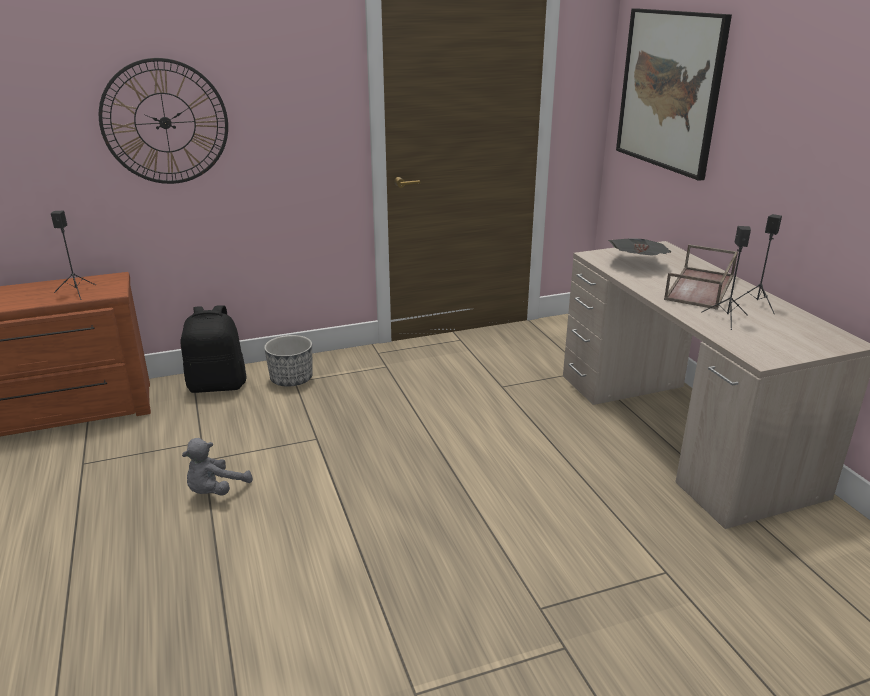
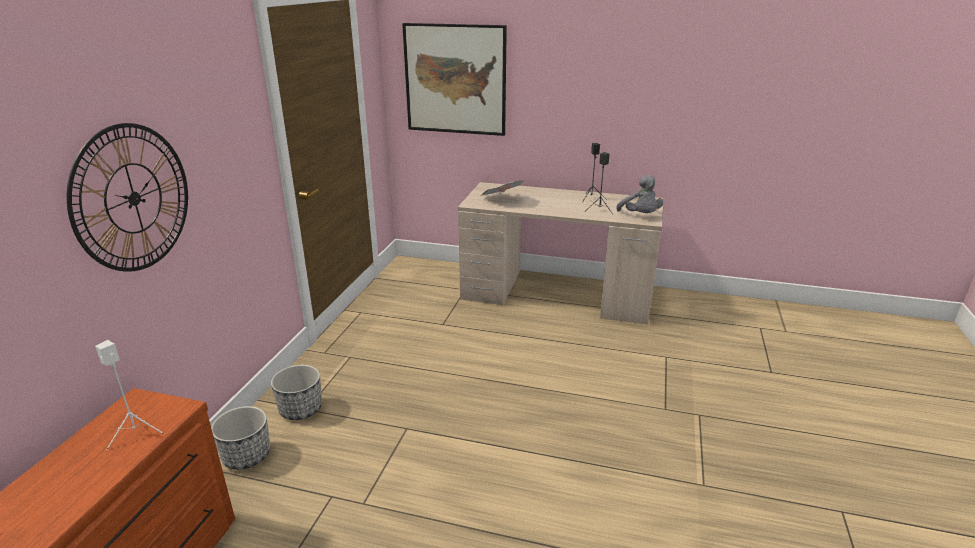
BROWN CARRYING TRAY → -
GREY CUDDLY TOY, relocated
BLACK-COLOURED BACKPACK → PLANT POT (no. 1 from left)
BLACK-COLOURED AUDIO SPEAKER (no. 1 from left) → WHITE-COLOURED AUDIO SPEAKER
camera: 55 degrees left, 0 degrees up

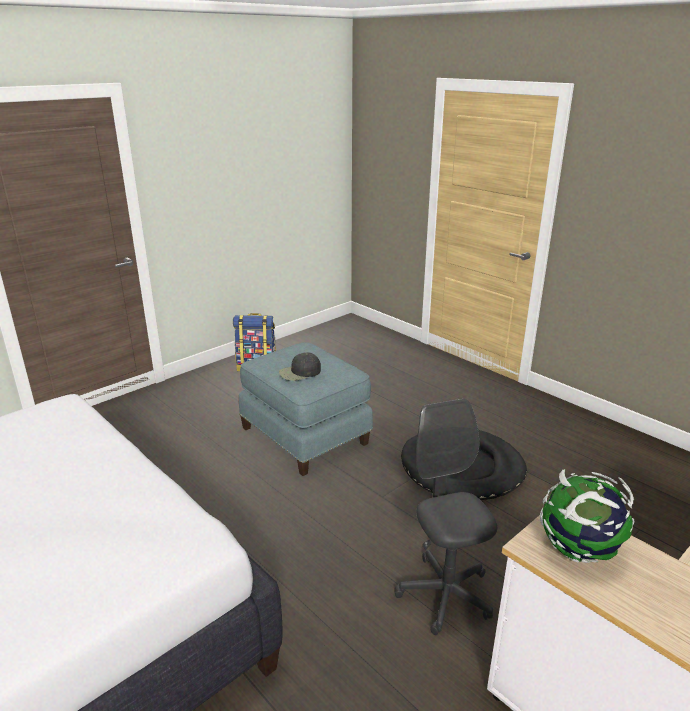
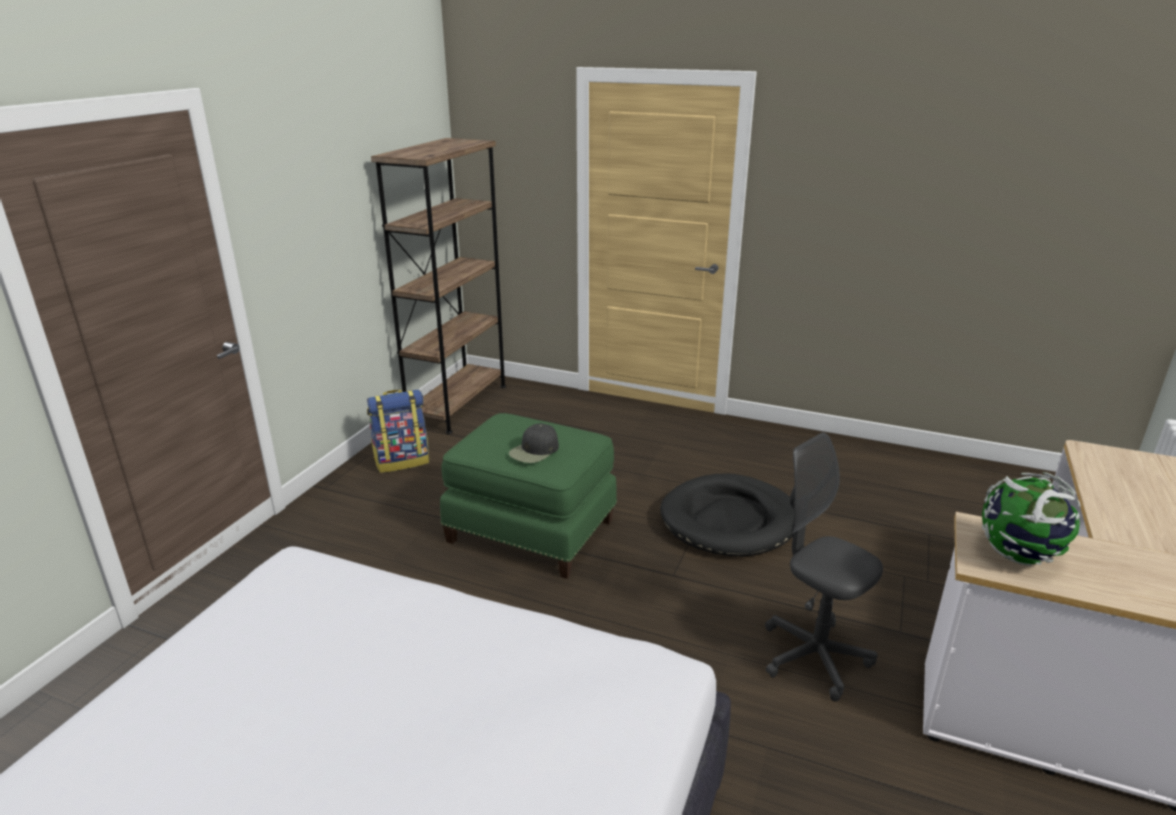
- → BROWN BOOKCASE
BLUISH FOOTREST → GREEN FOOTREST
camera: 25 degrees left, 0 degrees up

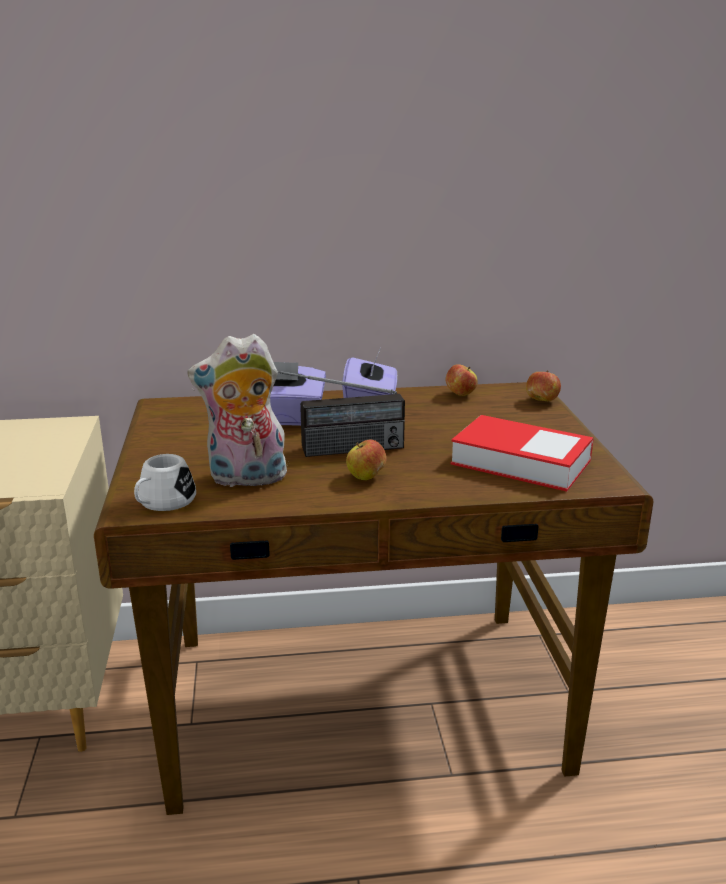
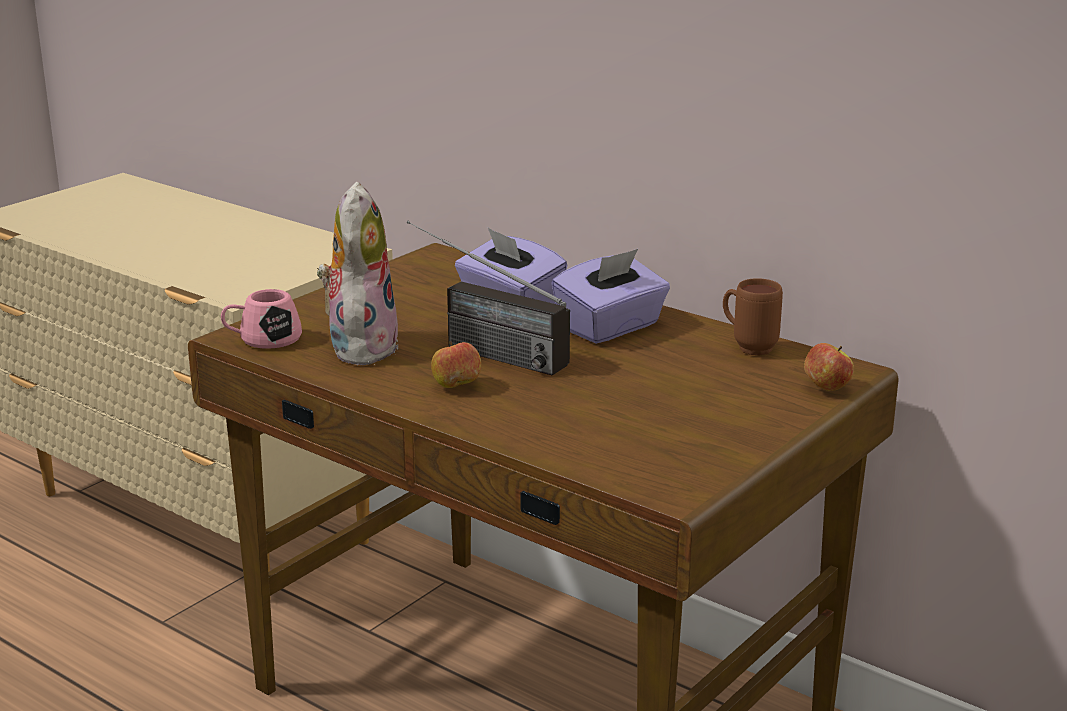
BOUND BOOK → -
APPLE FRUIT (no. 2 from left) → BROWN MUG
WHITE-COLOURED MUG → PINK-COLOURED MUG
CUDDLY TOY, 60 degrees clockwise
camera: 45 degrees right, 0 degrees up

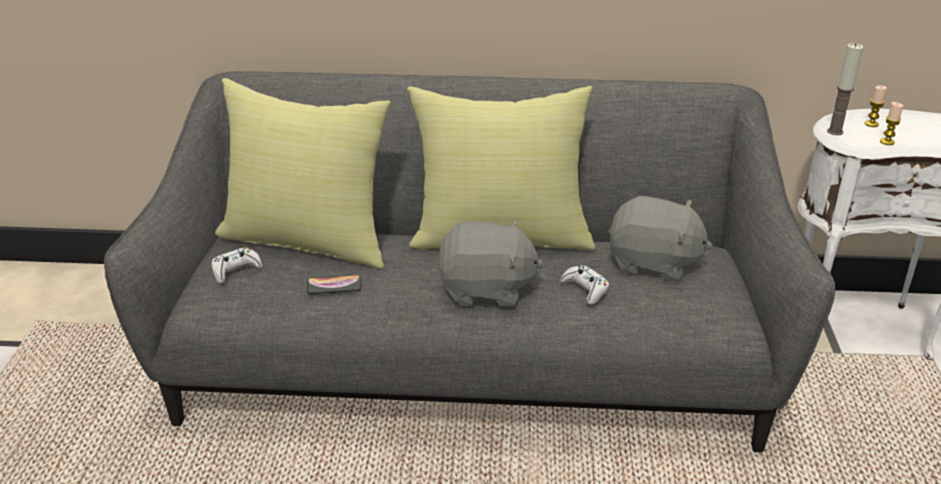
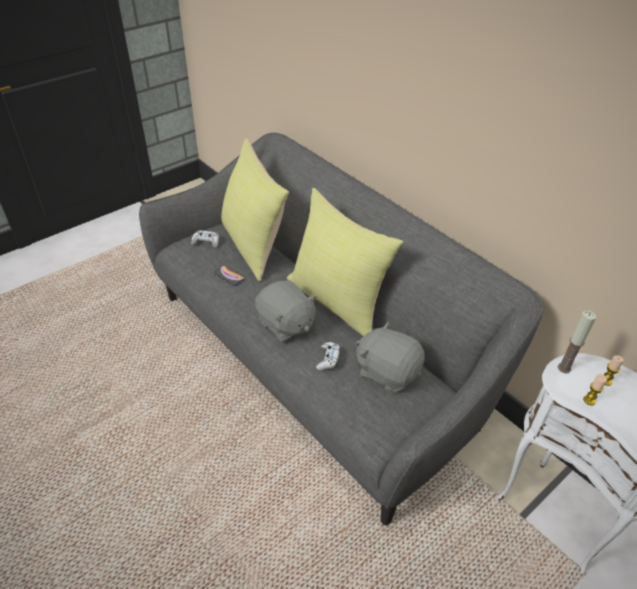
GREY CUDDLY TOY (no. 2 from left), 150 degrees clockwise
camera: 45 degrees right, 10 degrees up

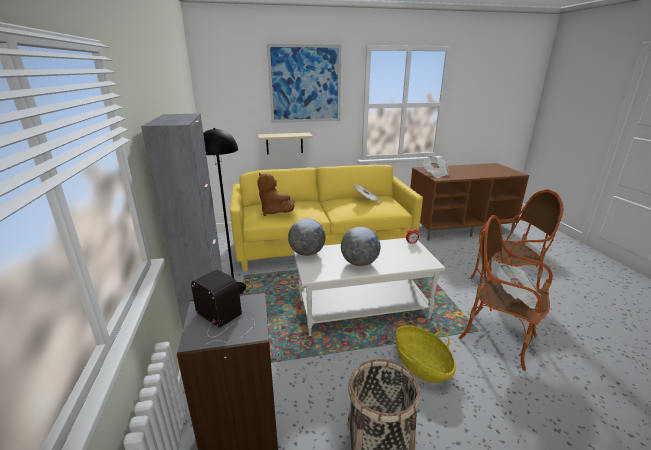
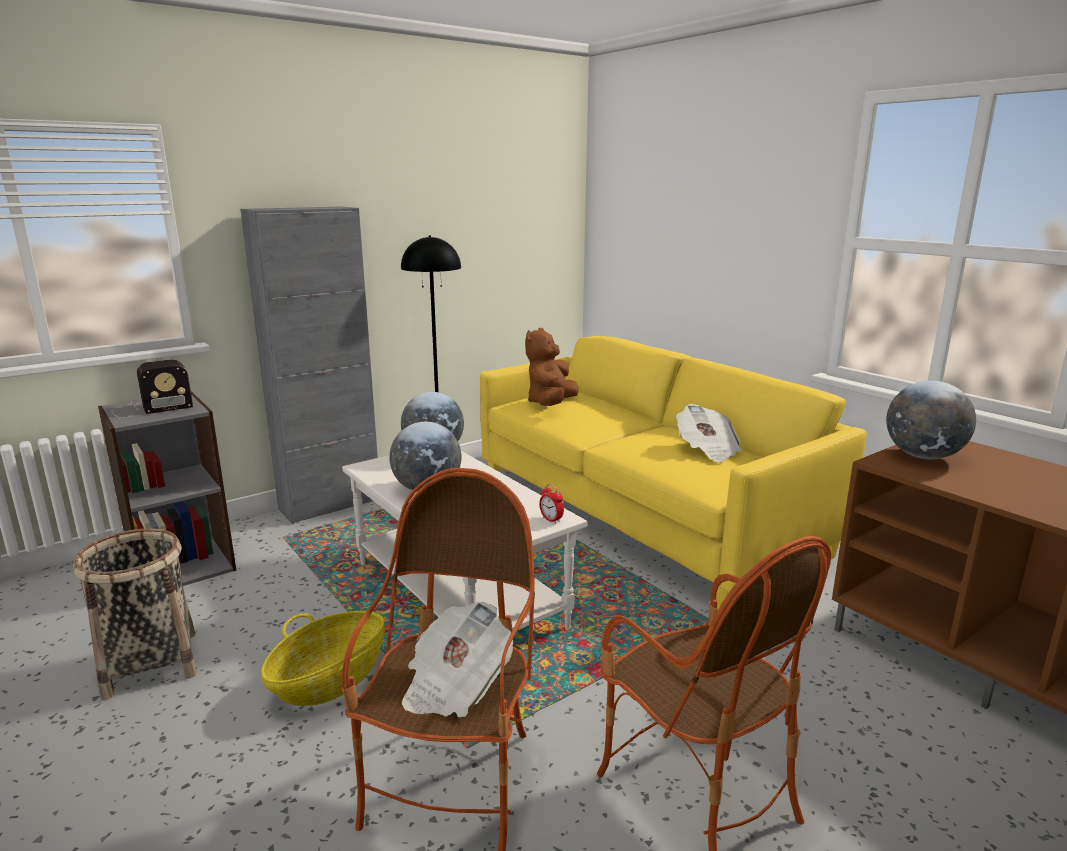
BEIGE BRACKET SHELF → -
PICTURE → -
PRINTED PAPER (no. 2 from left) → WORLD GLOBE (no. 3 from left)
RADIO SET, 45 degrees clockwise
camera: 65 degrees right, 5 degrees down

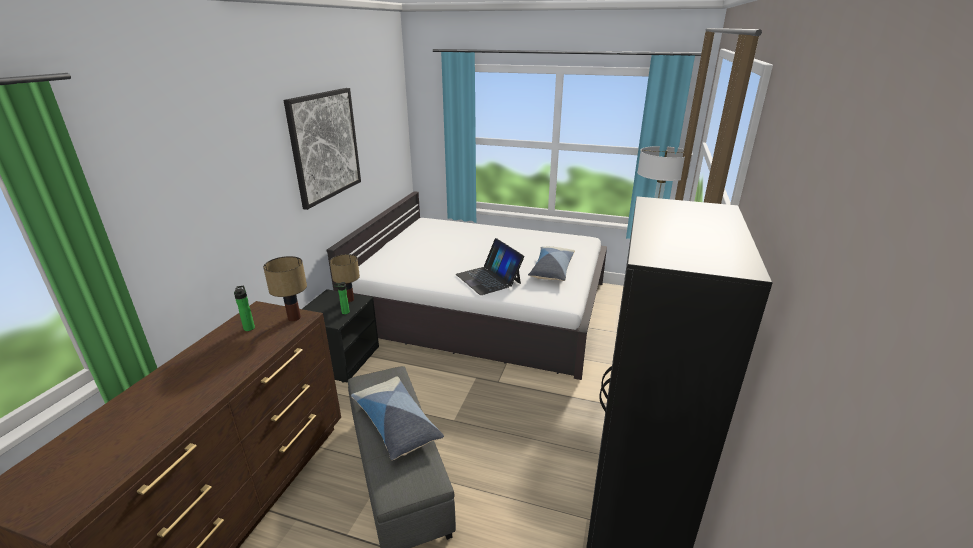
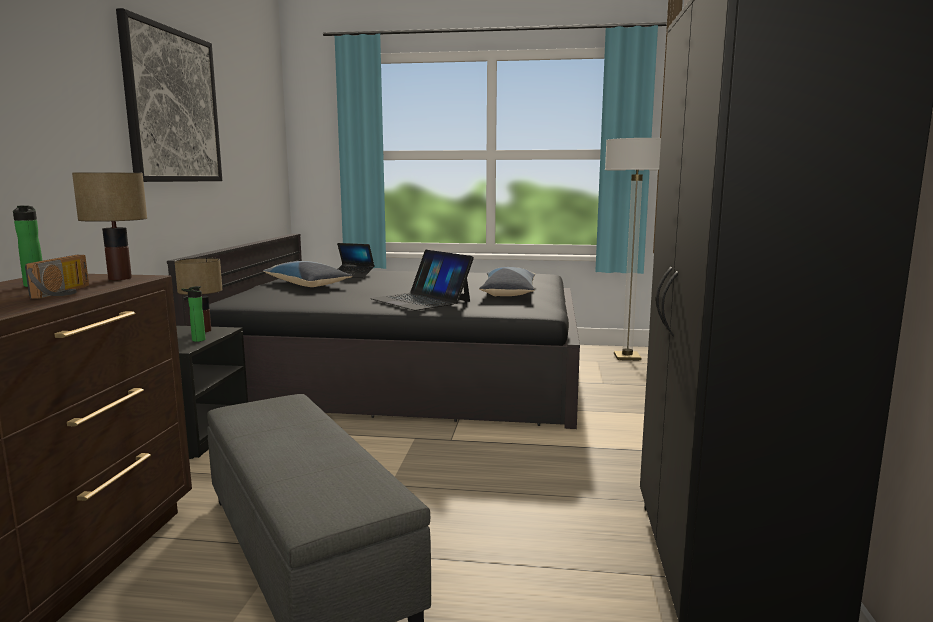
- → RADIO SET
- → NOTEBOOK COMPUTER (no. 1 from left)
PILLOW (no. 1 from left), relocated
WHITE-COLOURED SLEEPING BED → BLACK-COLOURED SLEEPING BED
camera: 10 degrees left, 15 degrees down

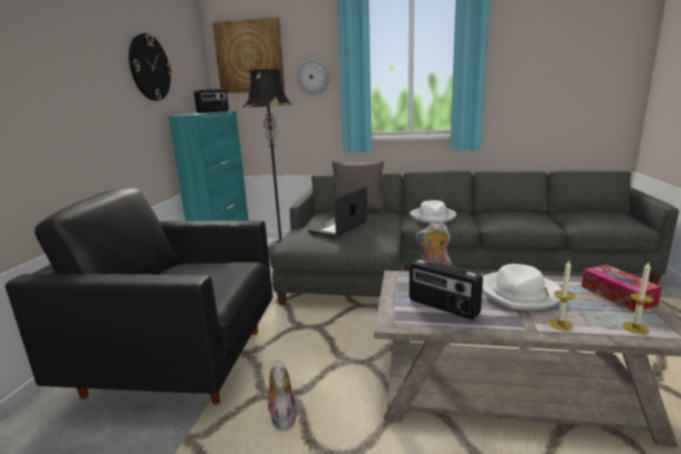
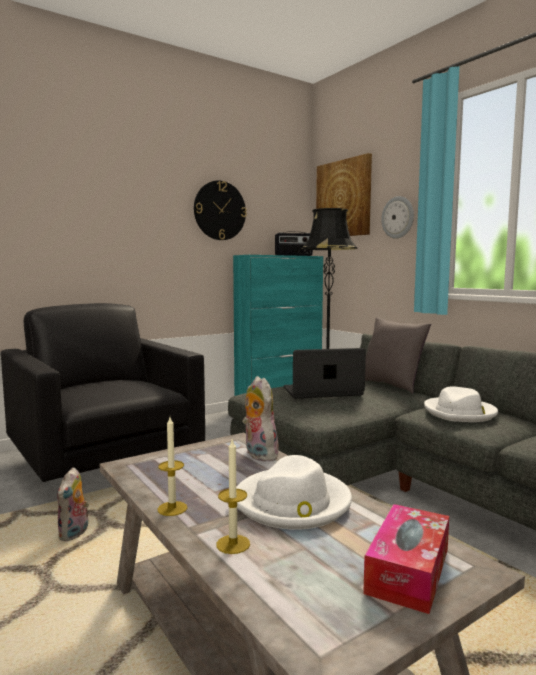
RADIO SET (no. 2 from left) → -
WAX LIGHT (no. 2 from left in the first image) → WAX LIGHT (no. 1 from left), relocated
CUDDLY TOY (no. 1 from left), 150 degrees clockwise
camera: 45 degrees right, 10 degrees down

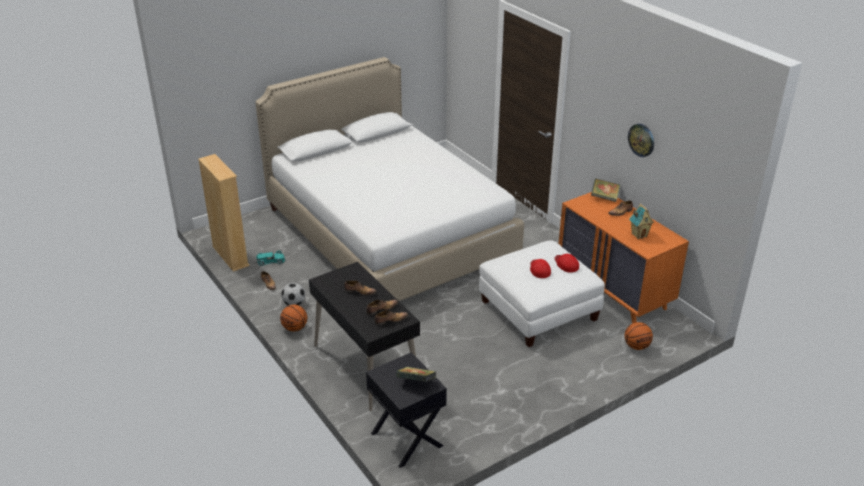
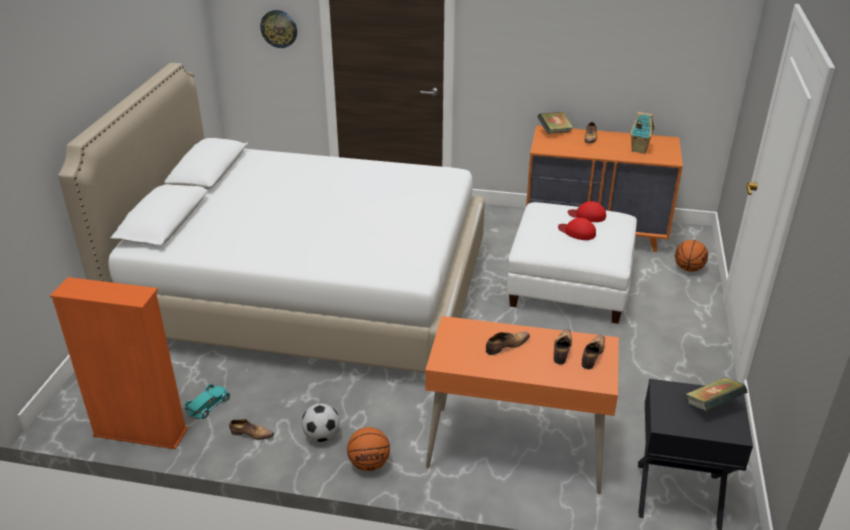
WALL CLOCK, relocated
BEIGE BOOKCASE → ORANGEY BOOKCASE
BLACK-COLOURED DESK TABLE → ORANGEY DESK TABLE
camera: 45 degrees left, 0 degrees up

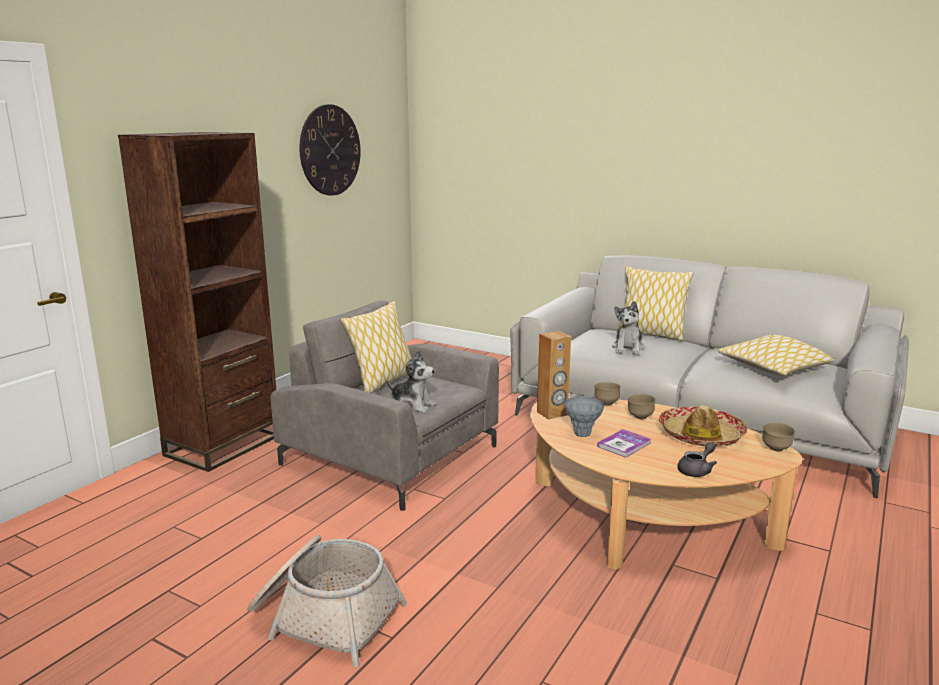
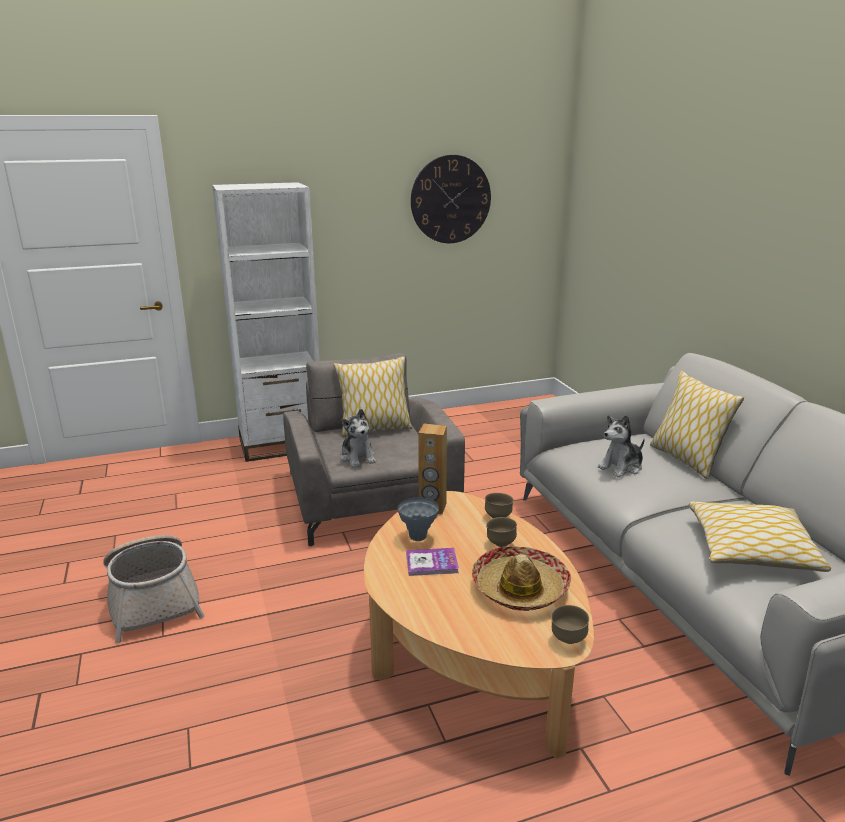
GREY TEA POT → -
BROWN BOOKCASE → WHITE-COLOURED BOOKCASE
camera: 40 degrees right, 5 degrees up

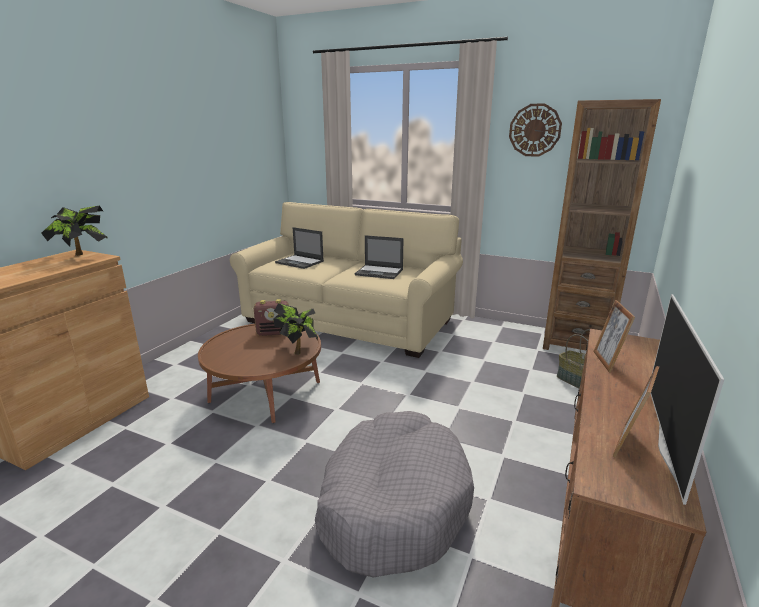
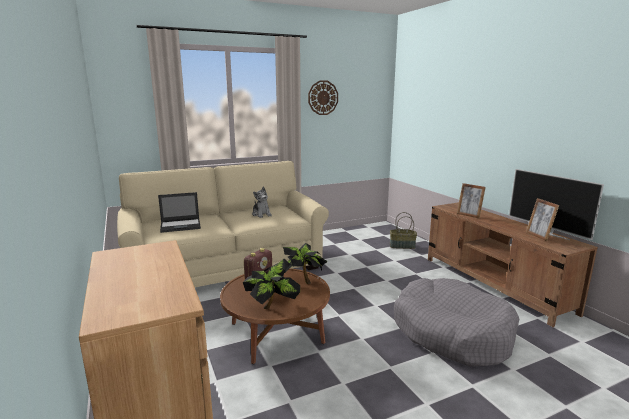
BROWN BOOKCASE → -
HOUSEPLANT (no. 1 from left), relocated
NOTEBOOK COMPUTER (no. 2 from left) → CUDDLY TOY
camera: 50 degrees left, 5 degrees down

